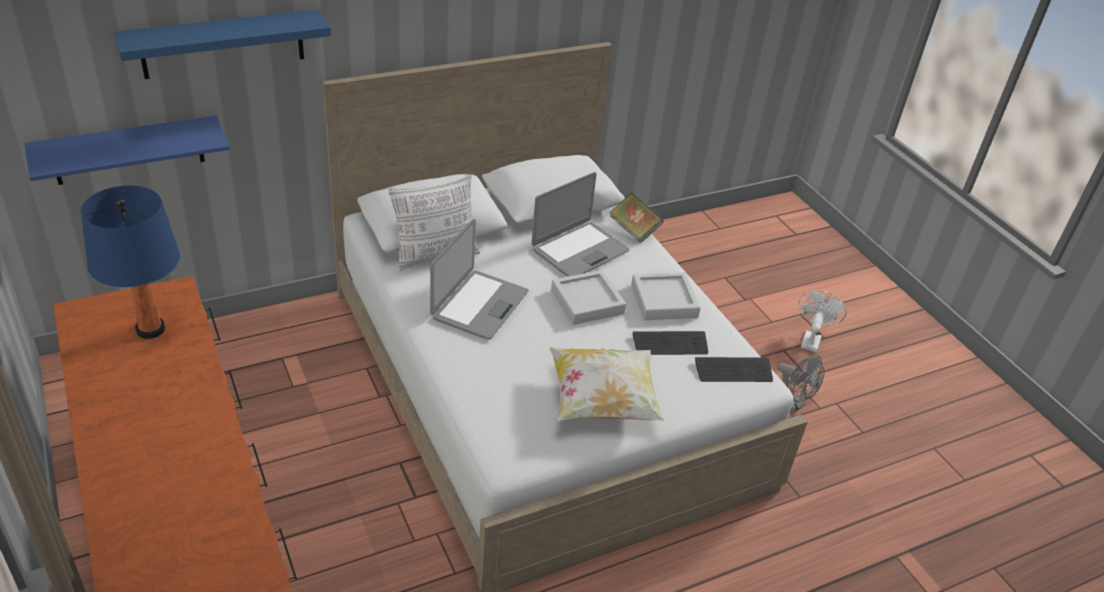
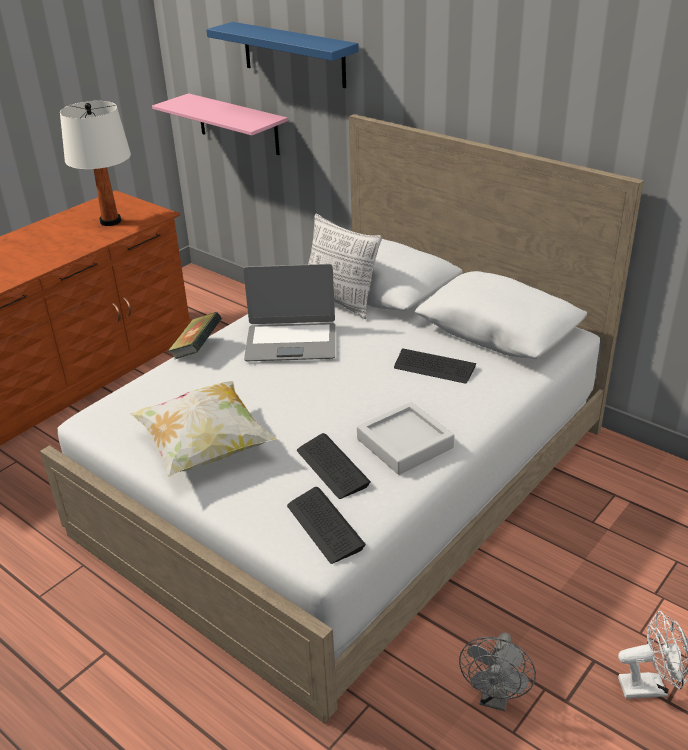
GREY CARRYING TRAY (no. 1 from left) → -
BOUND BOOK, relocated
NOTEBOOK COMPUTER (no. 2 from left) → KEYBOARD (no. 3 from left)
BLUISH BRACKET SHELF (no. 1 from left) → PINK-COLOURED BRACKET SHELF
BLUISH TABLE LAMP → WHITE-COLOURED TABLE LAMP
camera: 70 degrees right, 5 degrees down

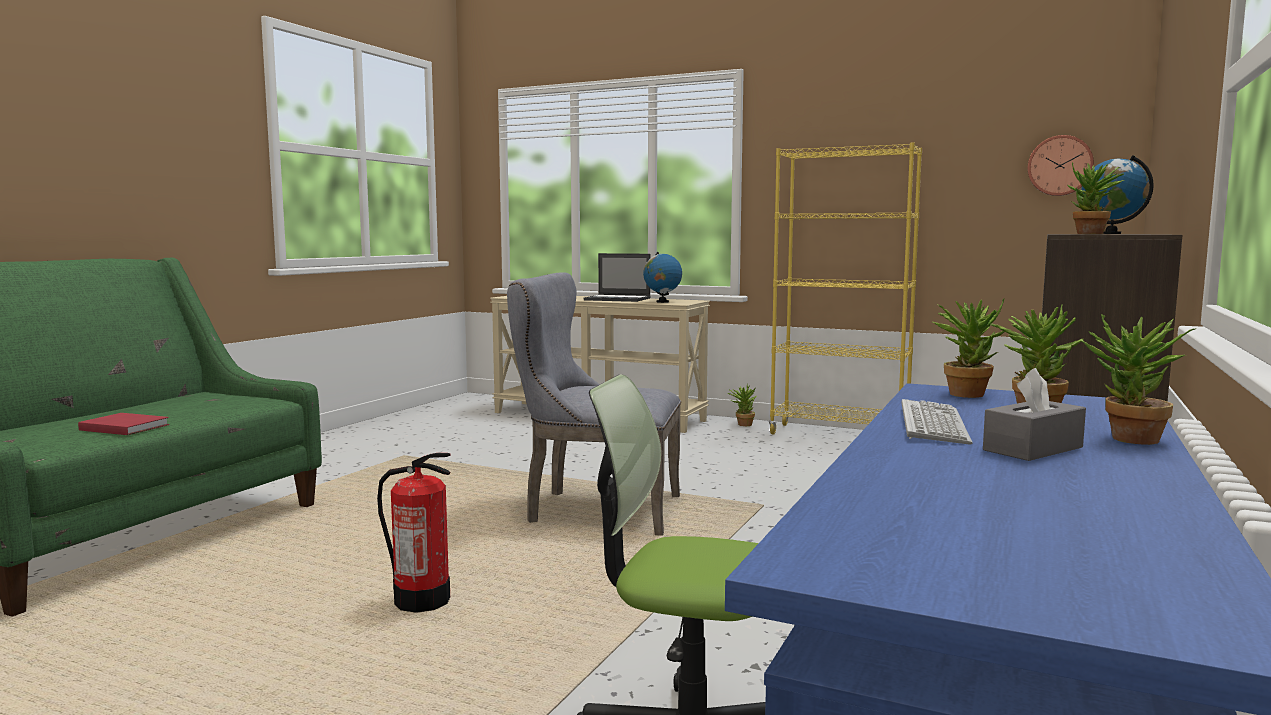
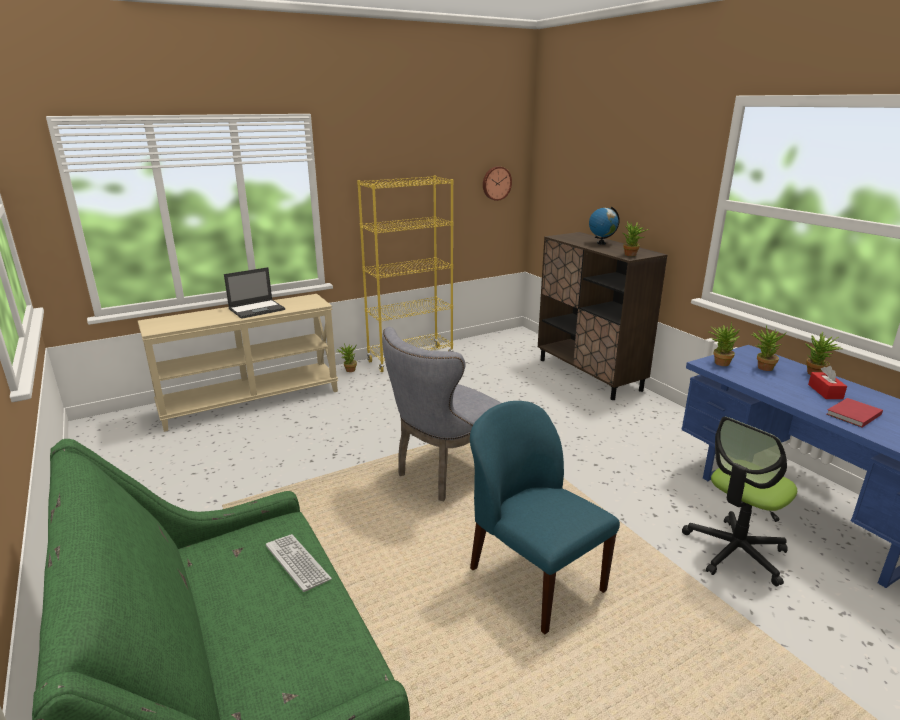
WORLD GLOBE (no. 1 from left) → -
RED-COLOURED BOUND BOOK, relocated
KEYBOARD, relocated
EXTINGUISHER → BLUISH UPRIGHT CHAIR
GREY BOX OF TISSUES → RED-COLOURED BOX OF TISSUES
camera: 55 degrees left, 15 degrees up

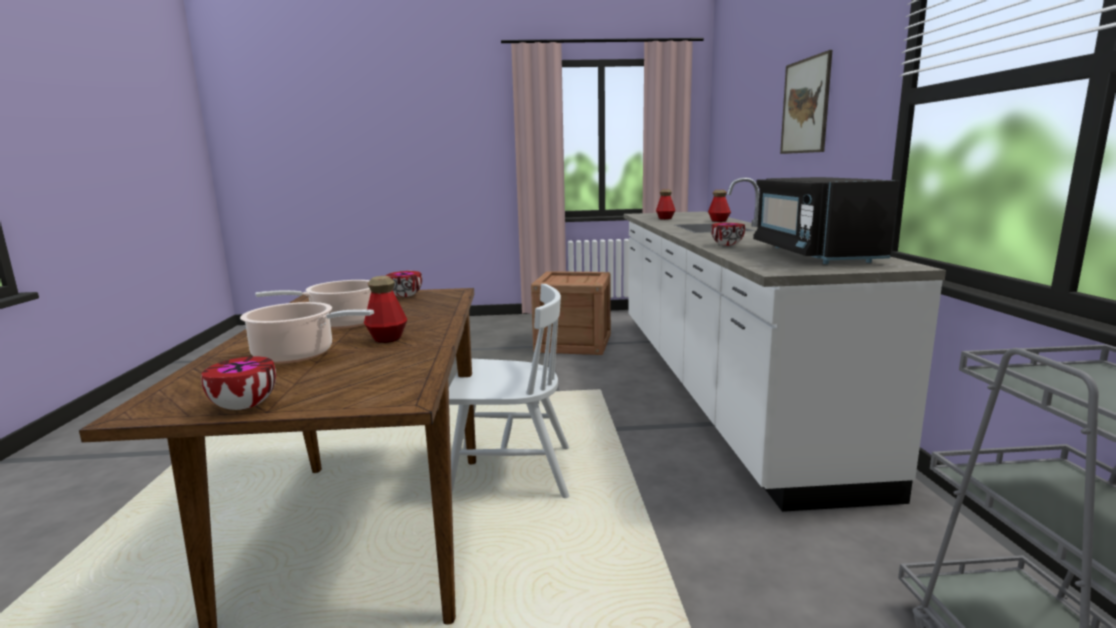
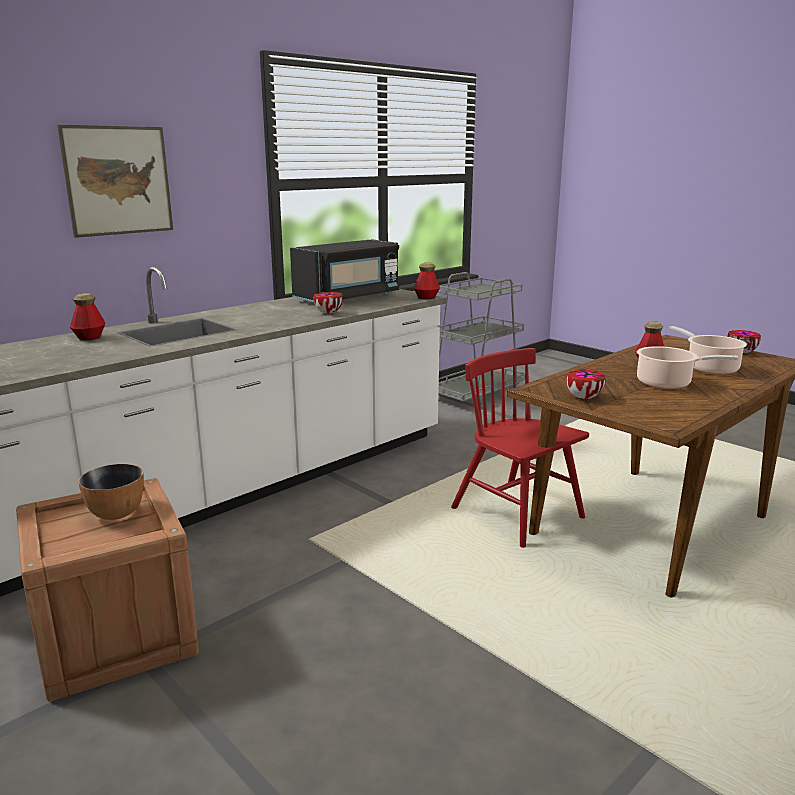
- → DEEP DISH (no. 1 from left)
BEVERAGE BOTTLE (no. 2 from left), relocated
WHITE-COLOURED UPRIGHT CHAIR → RED-COLOURED UPRIGHT CHAIR
camera: 130 degrees left, 5 degrees up

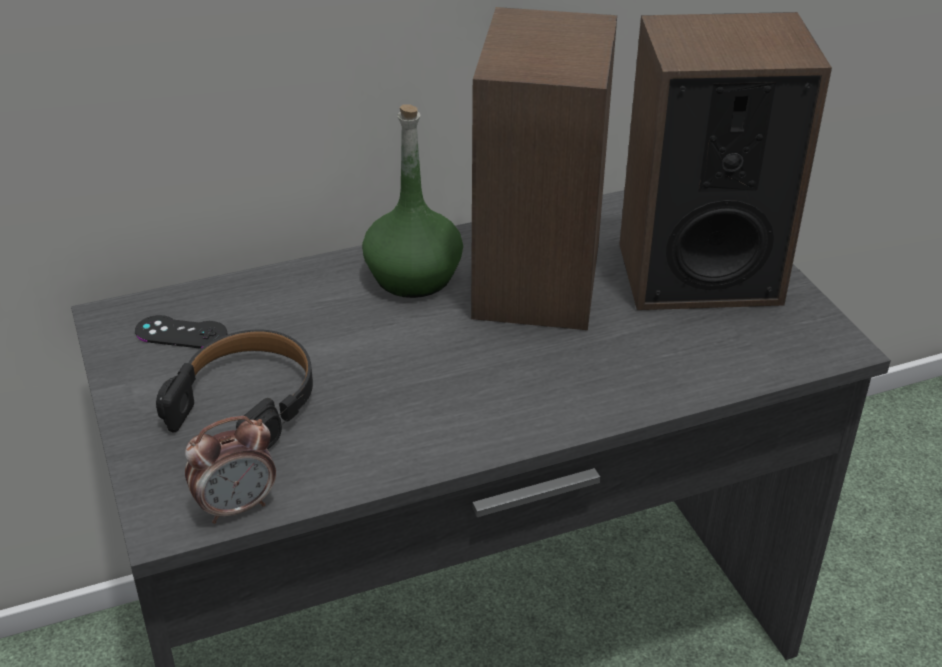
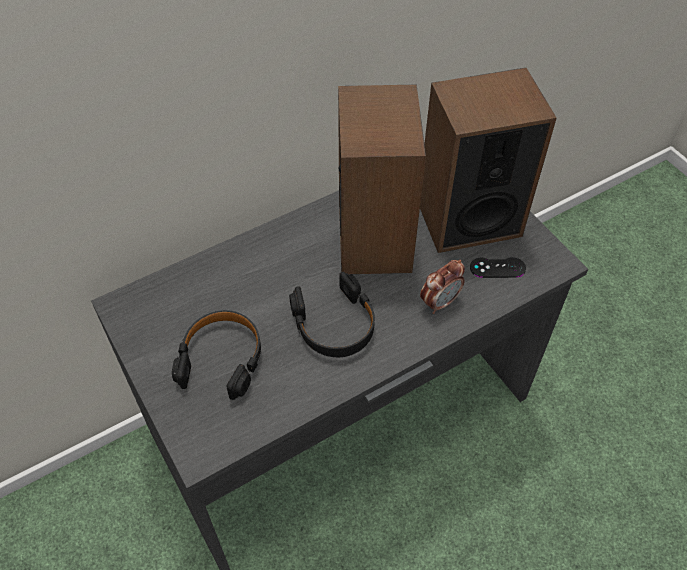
GREEN BEVERAGE BOTTLE → -
- → BLACK-COLOURED PAIR OF HEADPHONES (no. 2 from left)
BLACK-COLOURED JOYPAD, relocated
ALARM CLOCK, relocated
camera: 10 degrees left, 15 degrees up

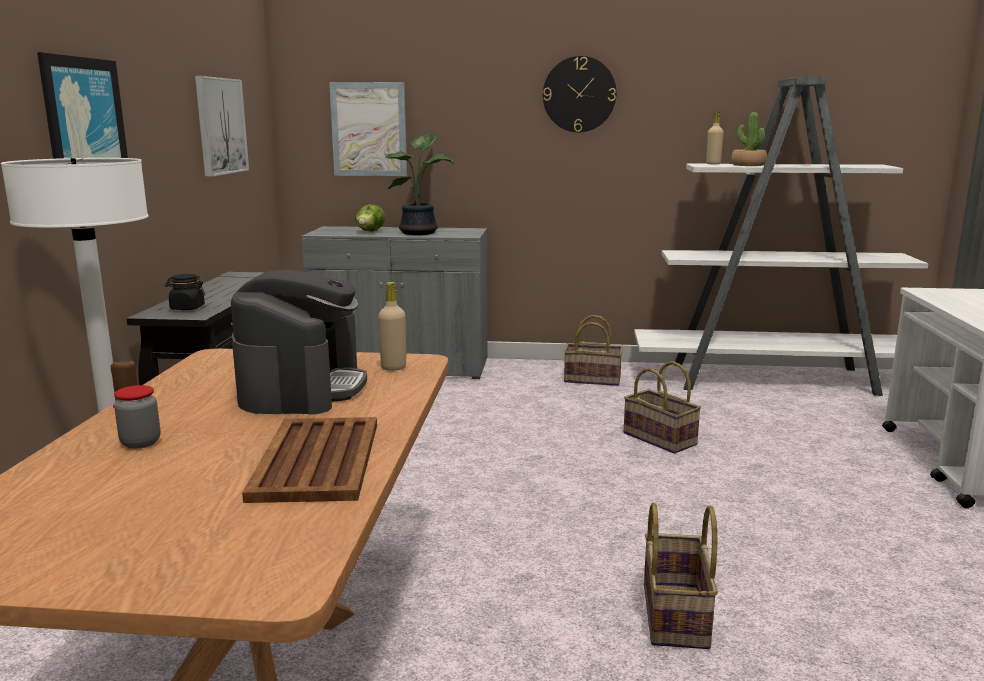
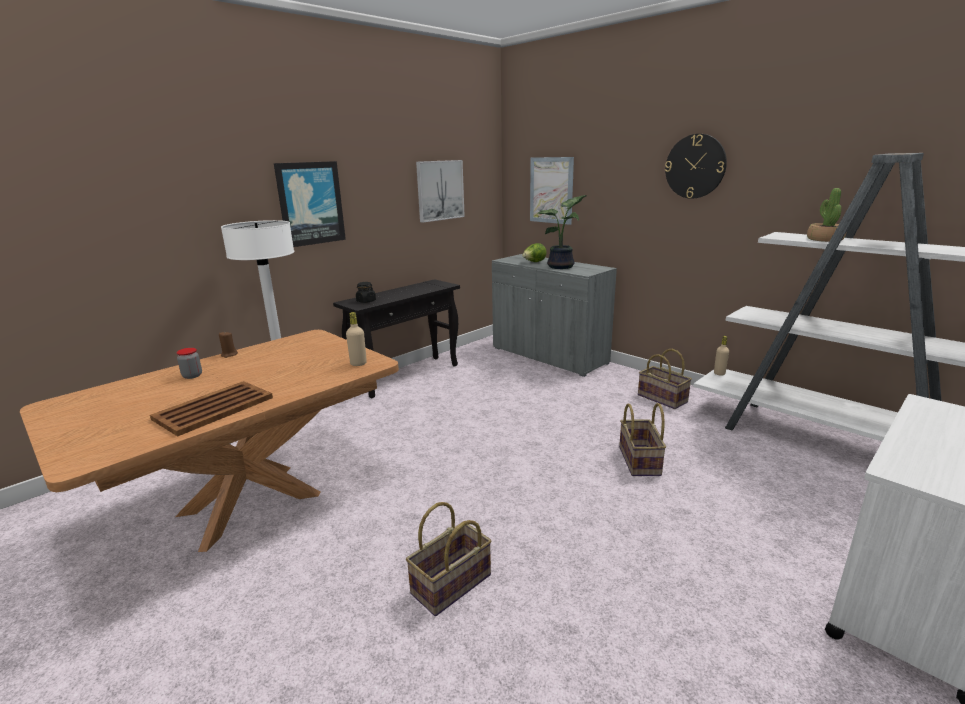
COFFEE MACHINE → -
BEIGE BEVERAGE BOTTLE (no. 2 from left), relocated
camera: 40 degrees right, 5 degrees up

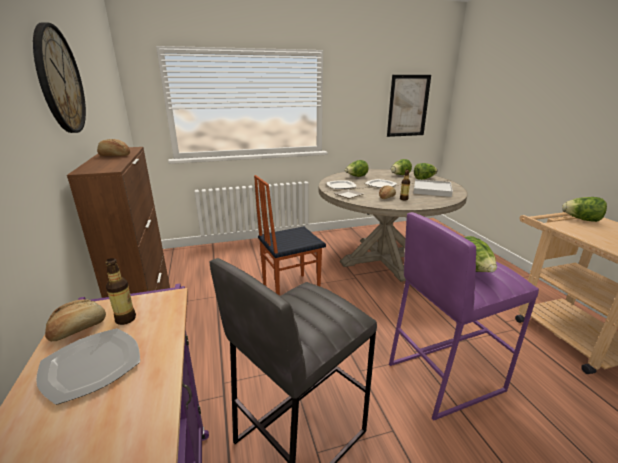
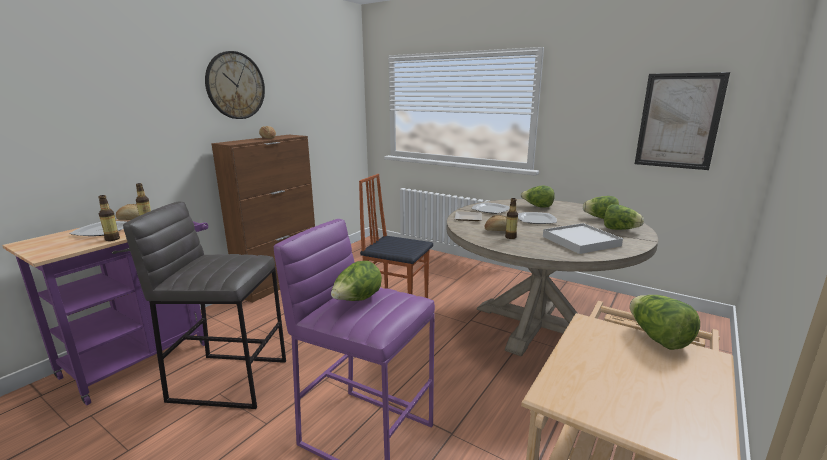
- → BEVERAGE BOTTLE (no. 1 from left)
camera: 50 degrees right, 5 degrees down

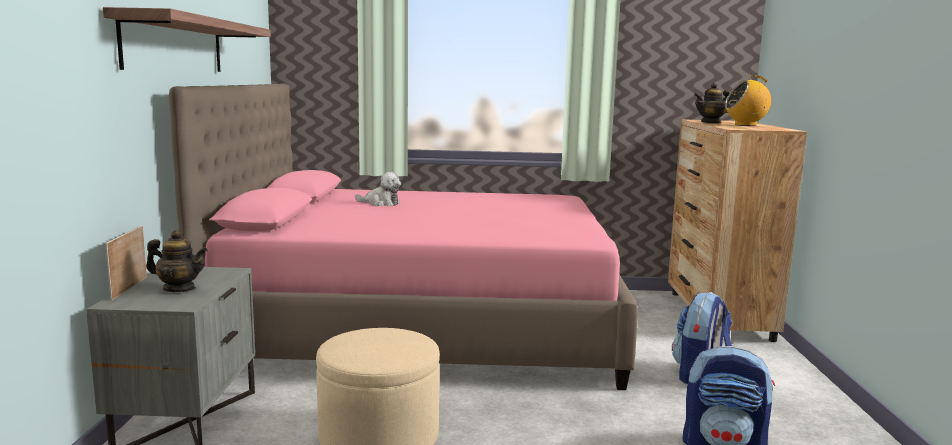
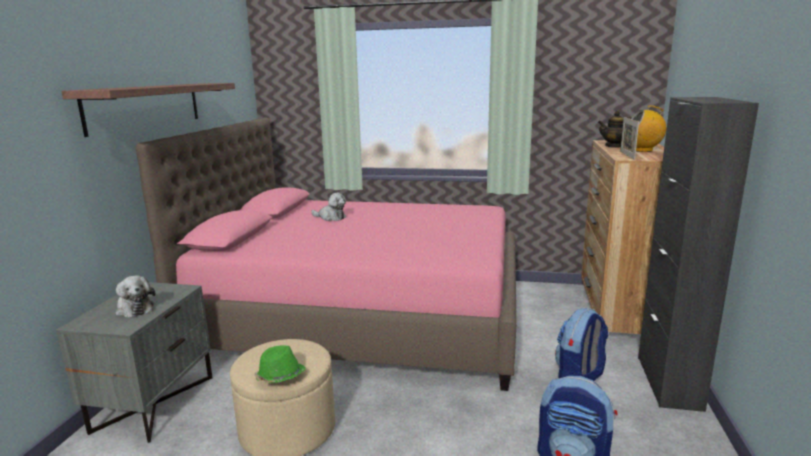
- → GREEN CLOTHING HAT
- → BLACK-COLOURED CABINET
PICTURE FRAME, relocated
TEA POT (no. 1 from left) → CUDDLY TOY (no. 1 from left)
camera: 10 degrees right, 5 degrees up

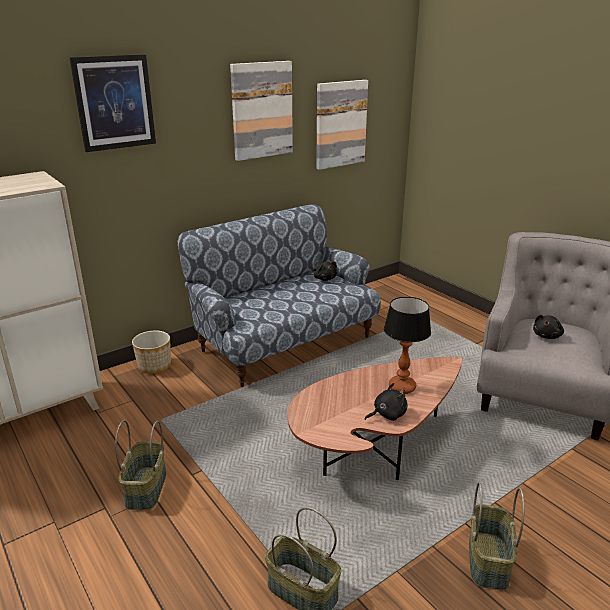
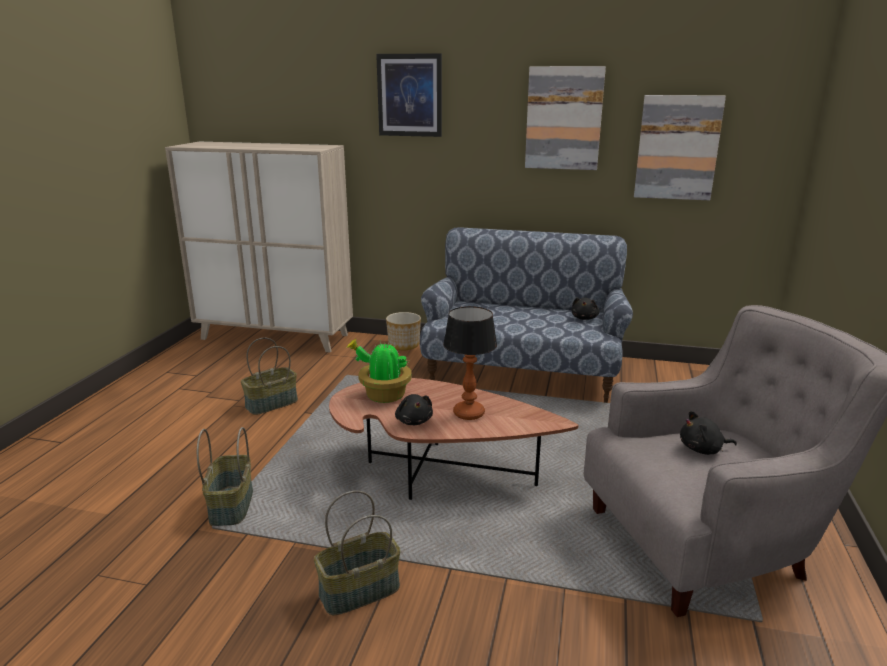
- → HOUSEPLANT
BLACK-COLOURED CUDDLY TOY (no. 2 from left in the first image) → BLACK-COLOURED CUDDLY TOY (no. 1 from left), 45 degrees clockwise
camera: 50 degrees right, 5 degrees down

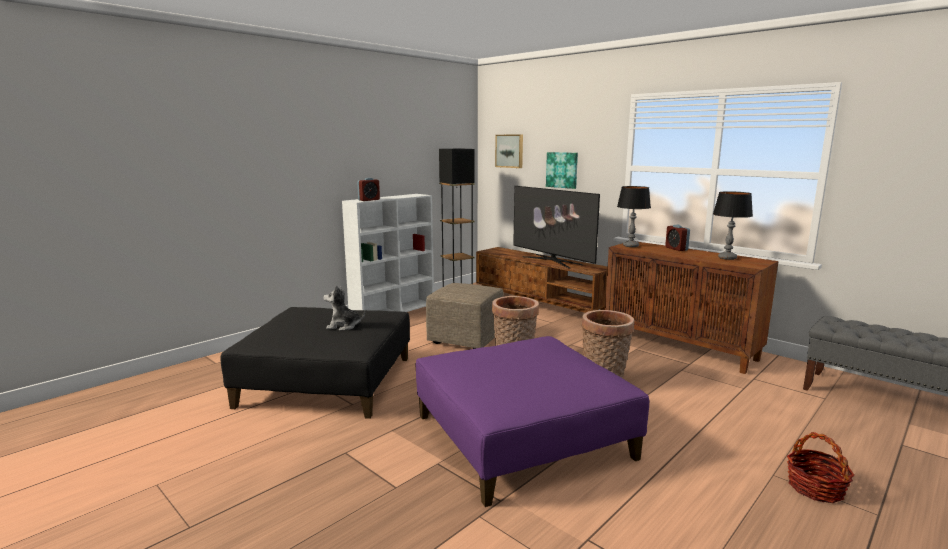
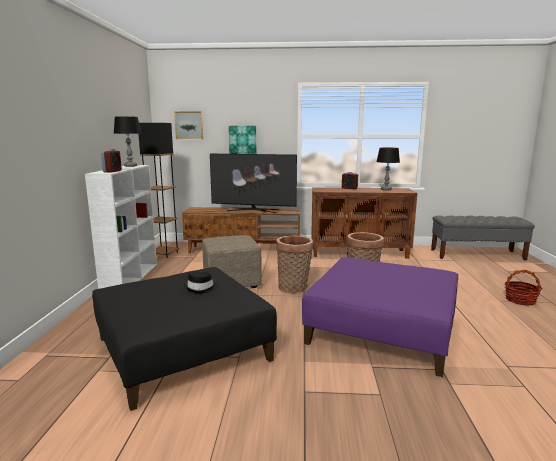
TABLE LAMP (no. 1 from left), relocated
CUDDLY TOY → BLACK-COLOURED CLOTHING HAT
camera: 40 degrees left, 0 degrees up

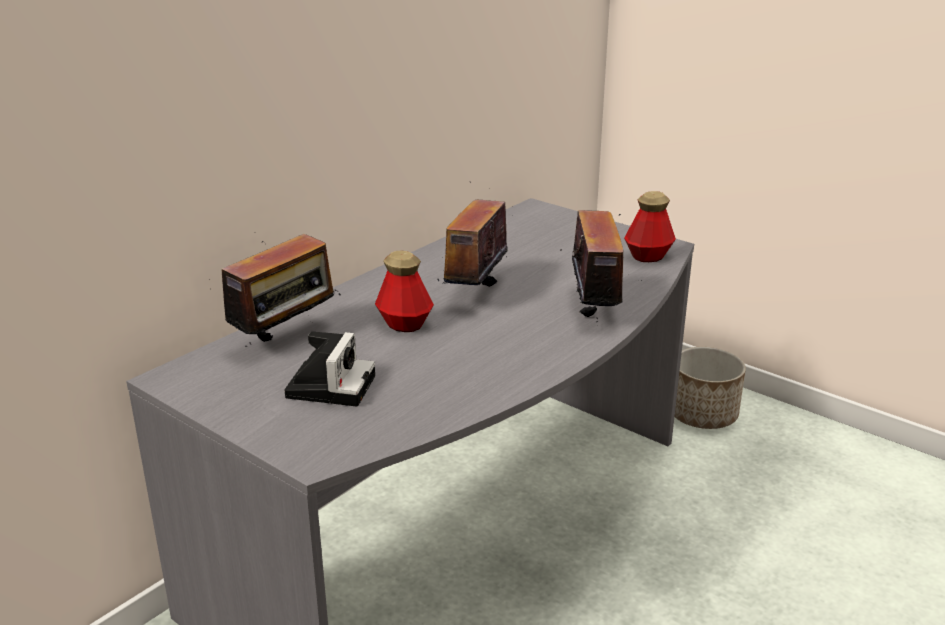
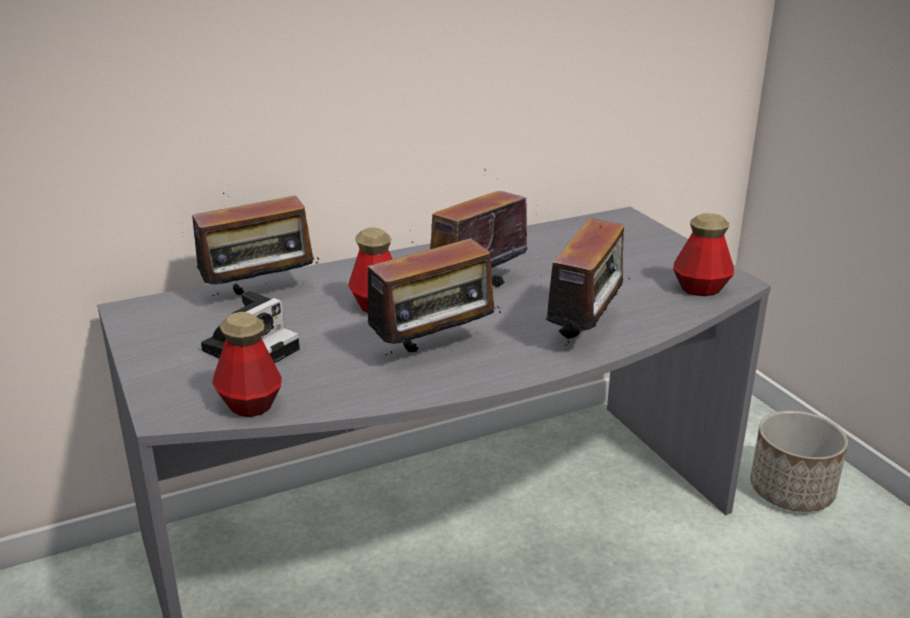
- → BEVERAGE BOTTLE (no. 1 from left)
- → RADIO SET (no. 2 from left)
camera: 25 degrees right, 0 degrees up

